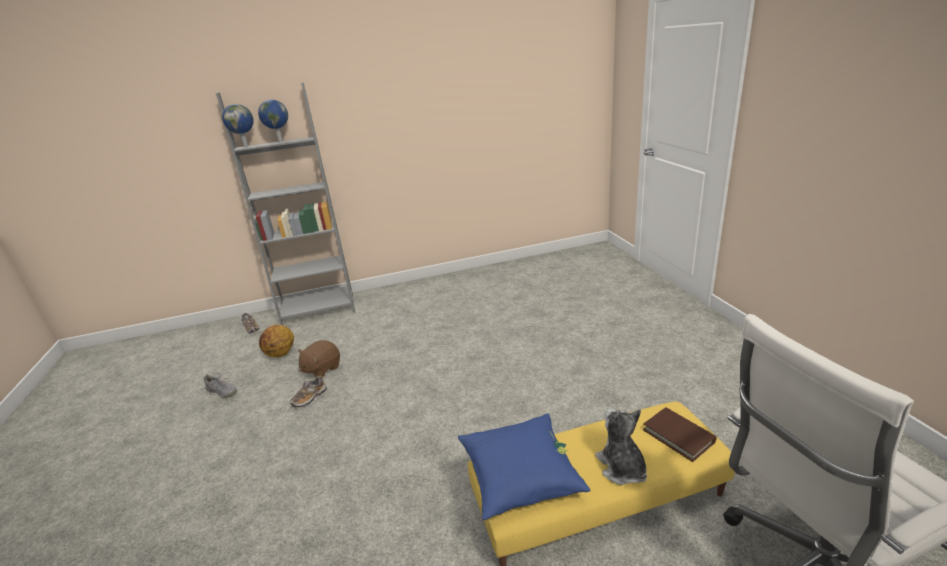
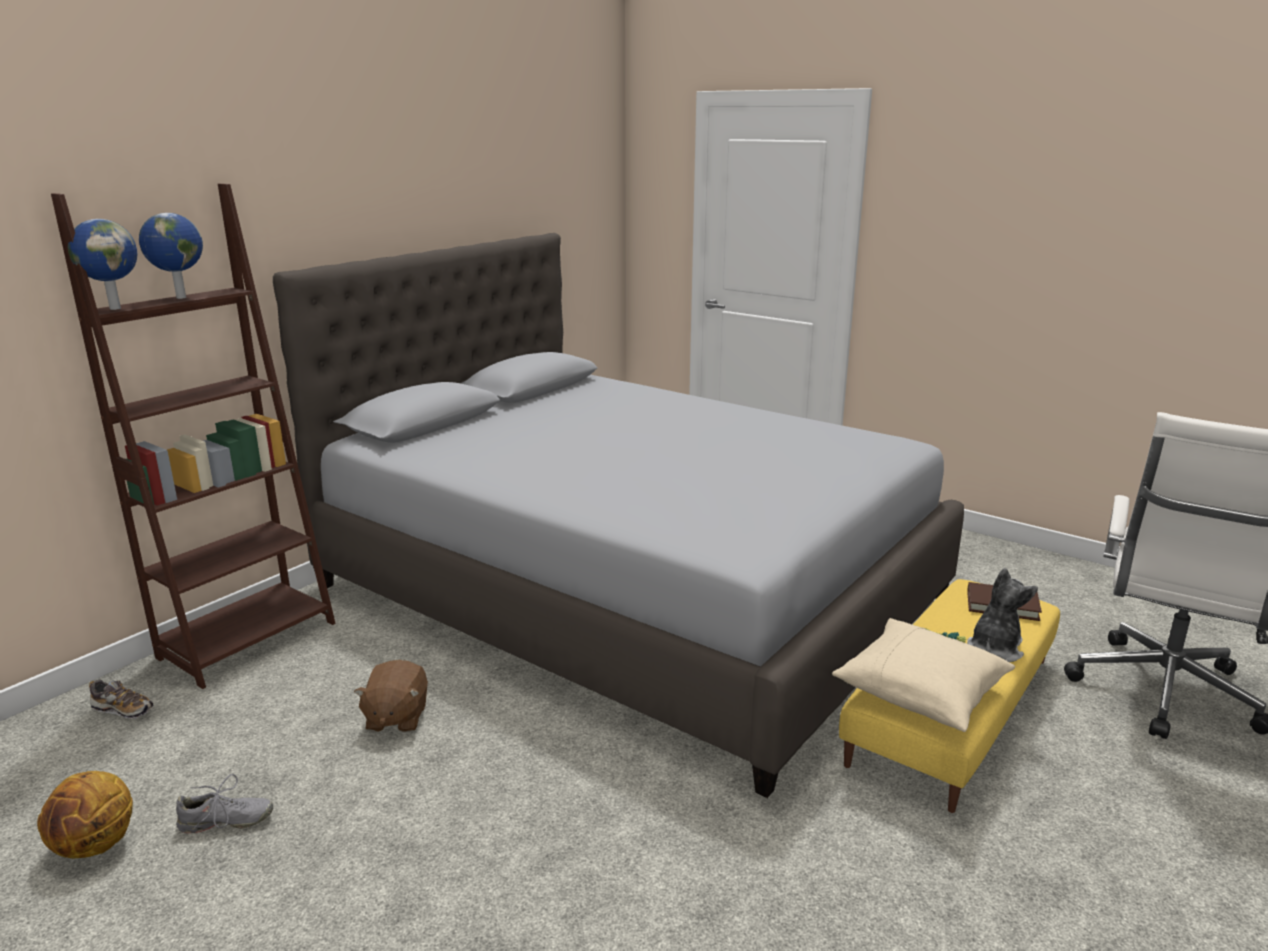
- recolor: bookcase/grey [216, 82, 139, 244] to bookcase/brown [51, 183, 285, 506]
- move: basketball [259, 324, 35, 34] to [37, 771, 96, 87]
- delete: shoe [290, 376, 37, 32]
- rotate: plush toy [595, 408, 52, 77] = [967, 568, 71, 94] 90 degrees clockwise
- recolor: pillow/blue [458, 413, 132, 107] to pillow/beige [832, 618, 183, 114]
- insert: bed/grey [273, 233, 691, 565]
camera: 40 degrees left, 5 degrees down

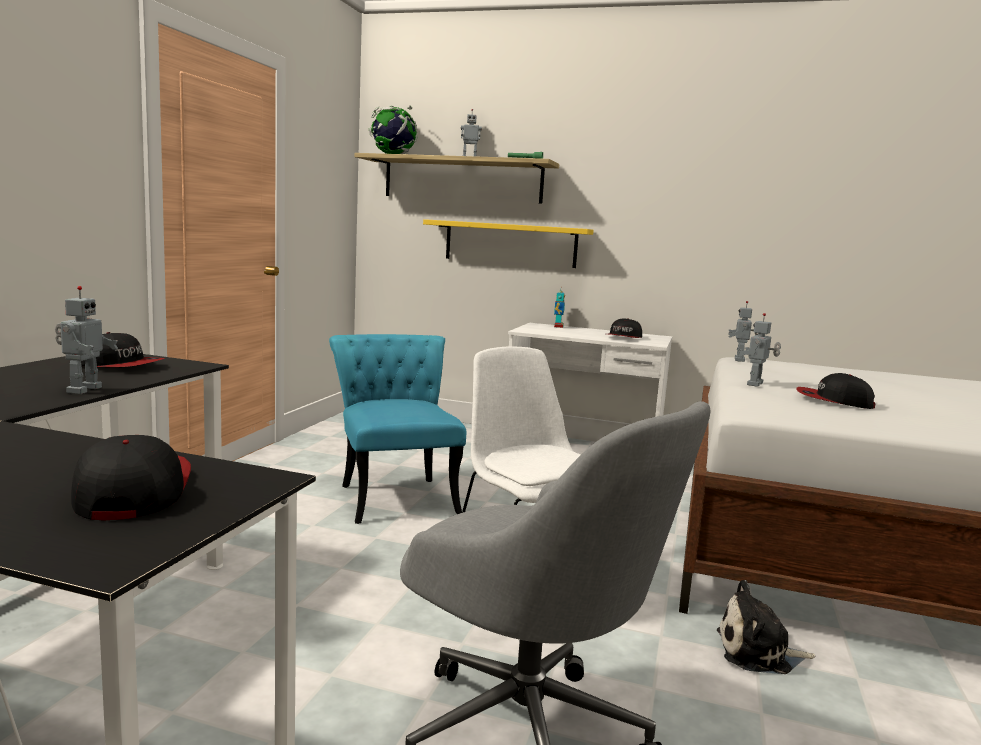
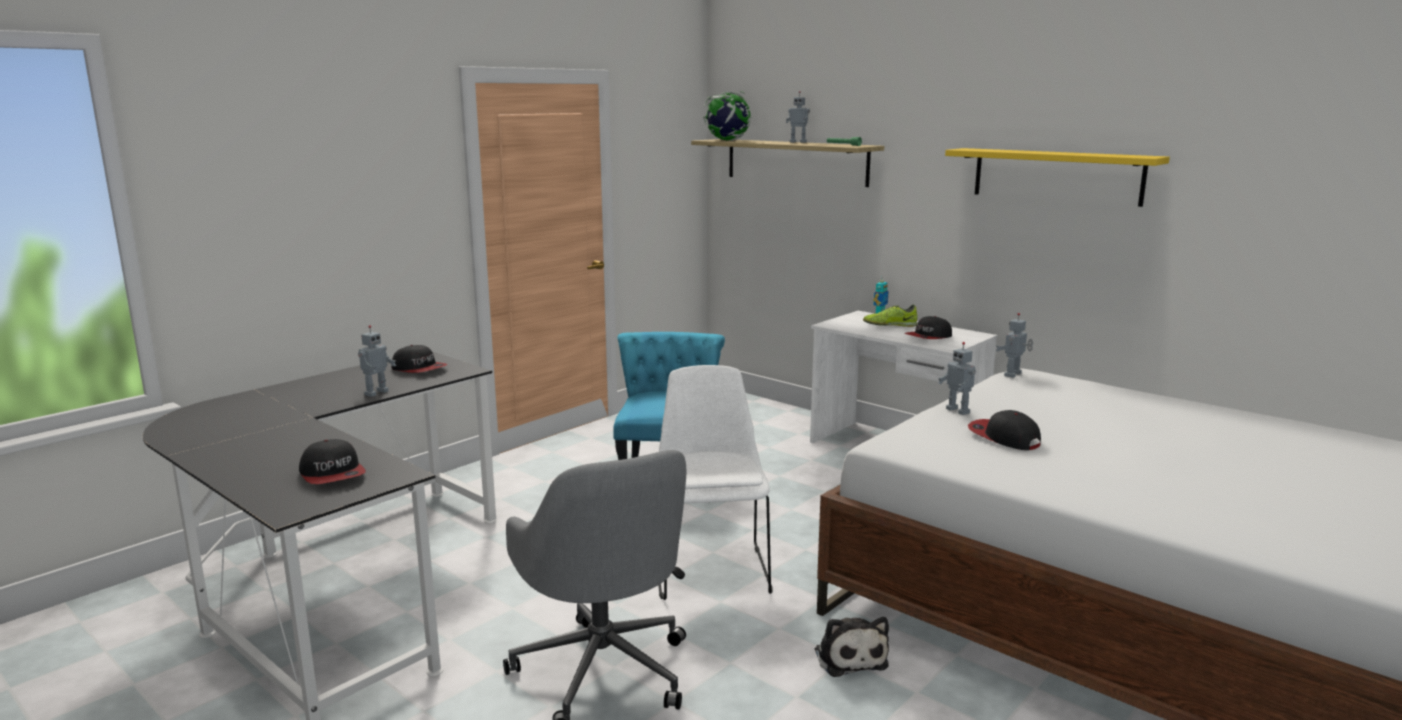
- move: shelf/yellow [423, 219, 171, 49] to [945, 148, 225, 59]
- rotate: toy robot [738, 313, 43, 74] = [938, 342, 38, 73] 90 degrees counterclockwise
- rotate: cap [71, 435, 120, 86] = [299, 439, 67, 45] 135 degrees clockwise
- rotate: plush toy [717, 580, 99, 94] = [815, 617, 74, 60] 135 degrees counterclockwise
- insert: shoe [863, 305, 54, 22]
camera: 25 degrees right, 5 degrees up

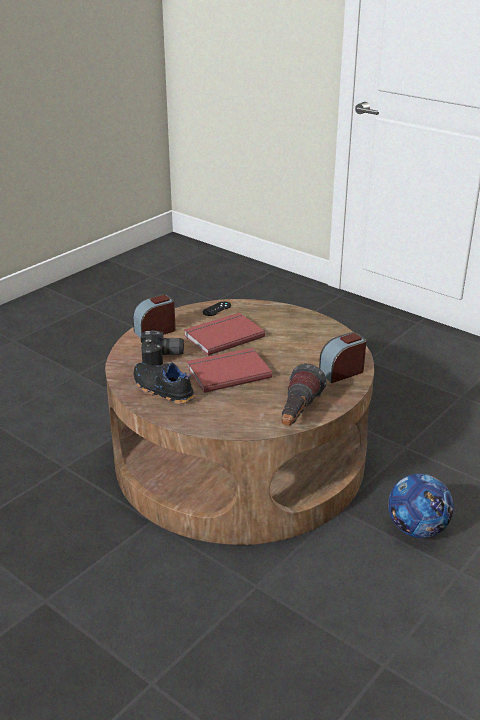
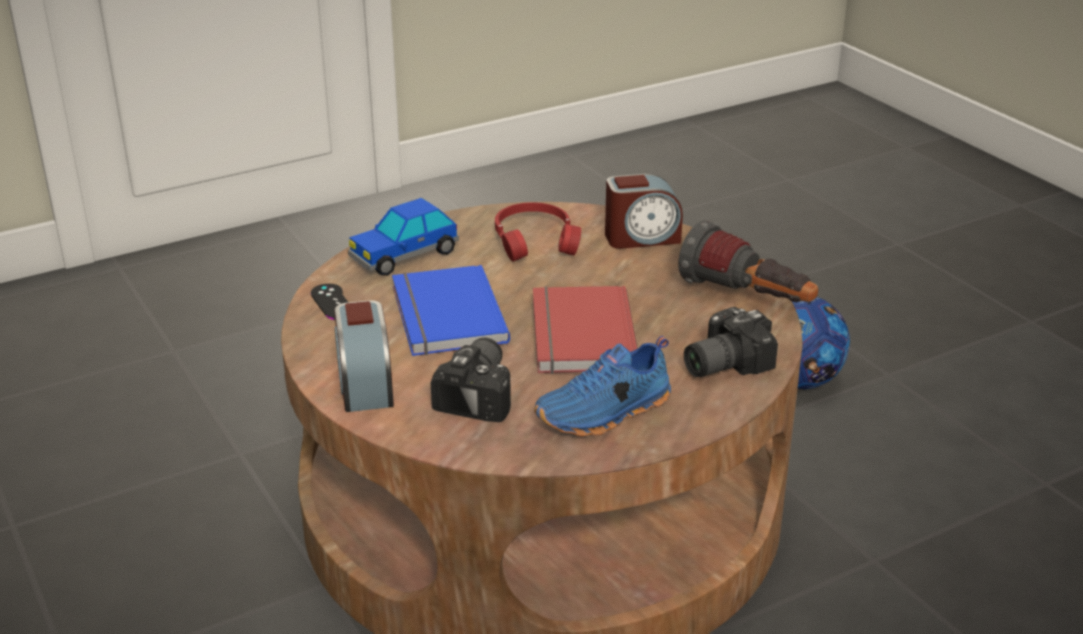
- recolor: book/red [184, 313, 81, 43] to book/blue [392, 265, 118, 91]
- rotate: alarm clock [319, 332, 47, 51] = [605, 174, 78, 75] 90 degrees counterclockwise
- recolor: shoe/black [134, 363, 61, 41] to shoe/blue [534, 336, 137, 100]
- insert: toy car [348, 198, 111, 78]
- insert: headphones/red [495, 202, 86, 60]
- insert: photo camera [684, 307, 94, 70]
camera: 70 degrees left, 0 degrees up

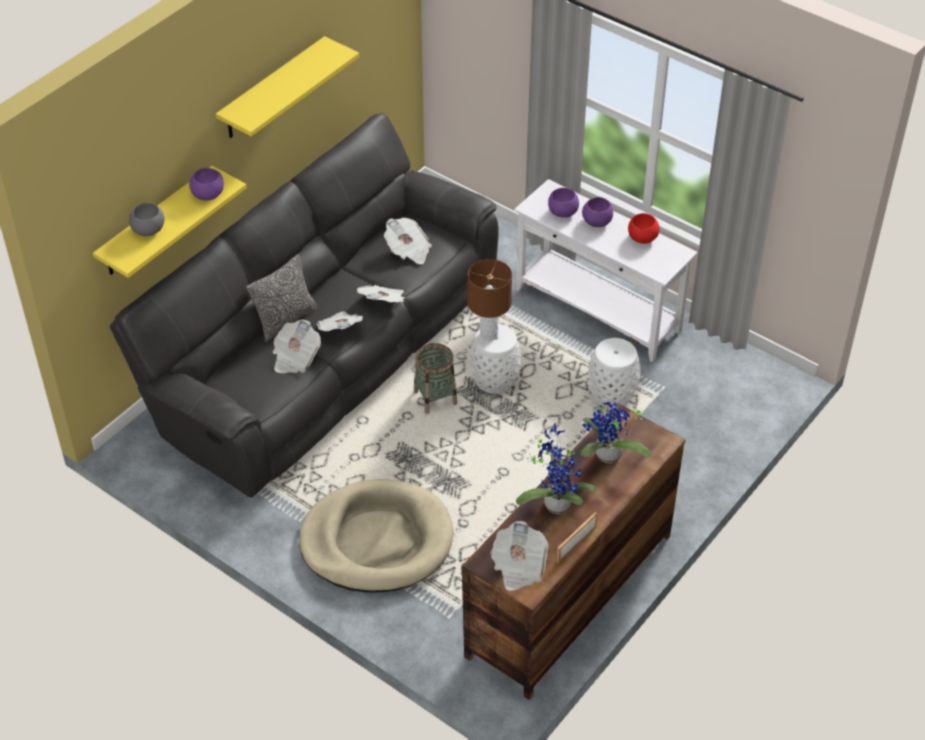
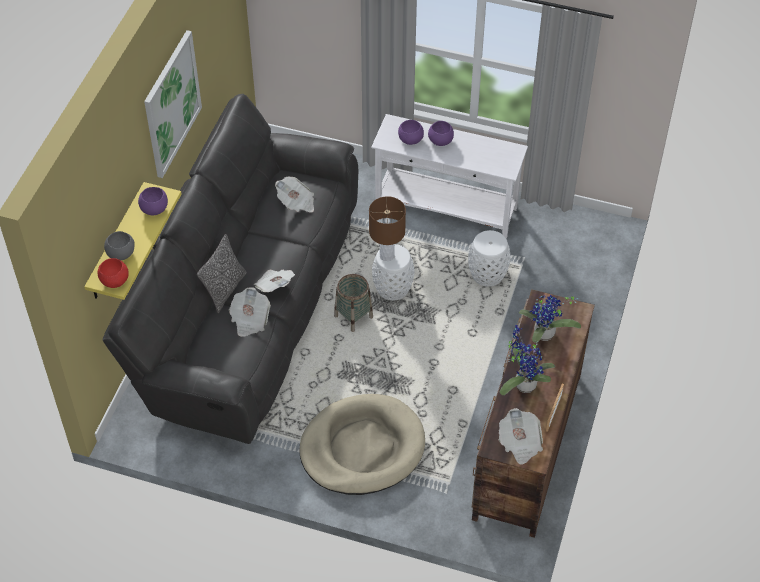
- replace: shelf/yellow [216, 36, 143, 102] to picture [144, 30, 58, 148]
- move: bowl/red [628, 213, 32, 31] to [98, 258, 31, 30]
- delete: newspaper [357, 285, 48, 17]
camera: 20 degrees left, 5 degrees up

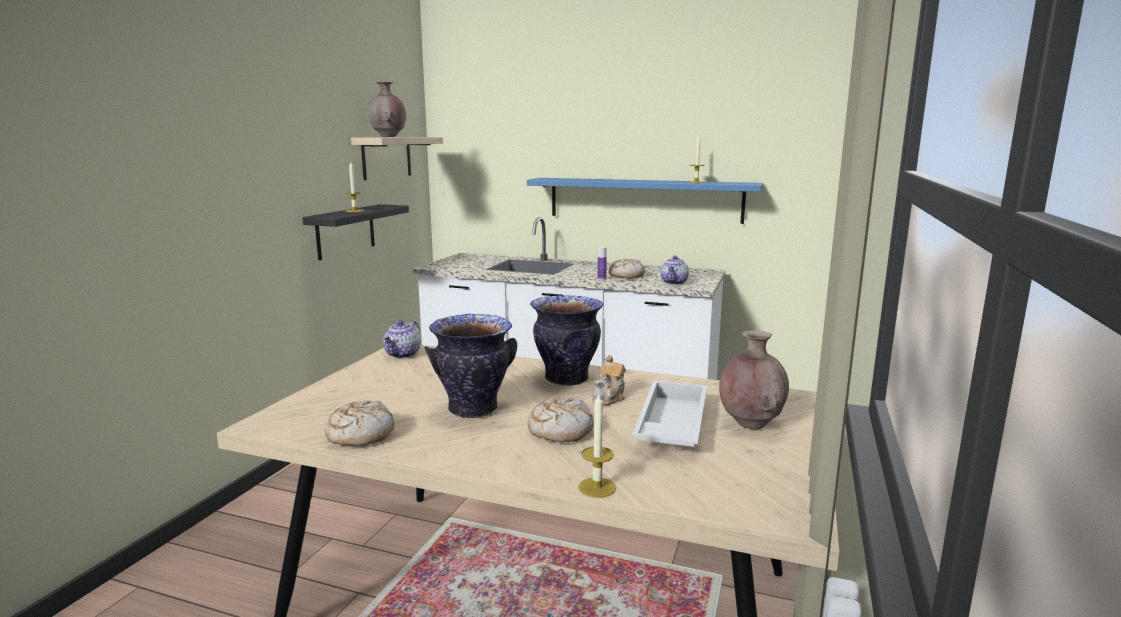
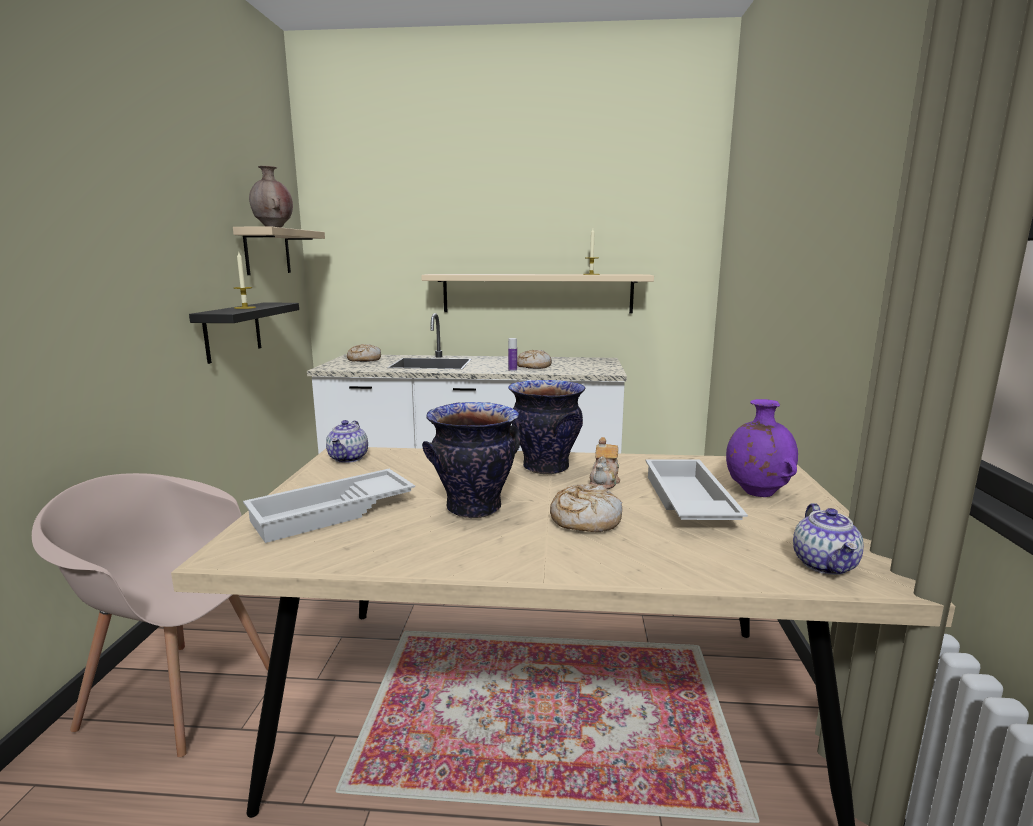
- recolor: shelf/blue [527, 178, 236, 46] to shelf/beige [421, 274, 233, 40]
- move: teapot [661, 256, 28, 29] to [793, 503, 71, 72]
- recolor: vase/brown [719, 331, 70, 98] to vase/purple [726, 399, 72, 98]
- delete: candle [578, 394, 38, 104]
- move: bread [325, 400, 70, 46] to [347, 344, 34, 18]
- insert: tray/white [243, 469, 172, 74]
- insert: chair/beige [32, 473, 238, 284]
camera: 15 degrees left, 0 degrees up

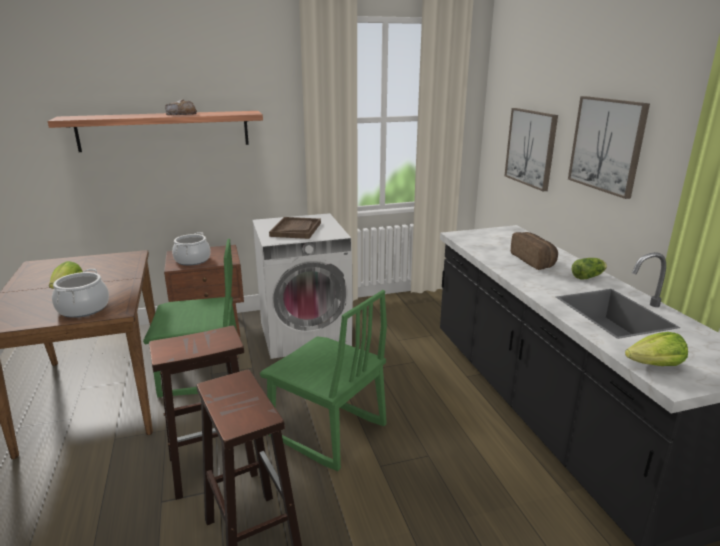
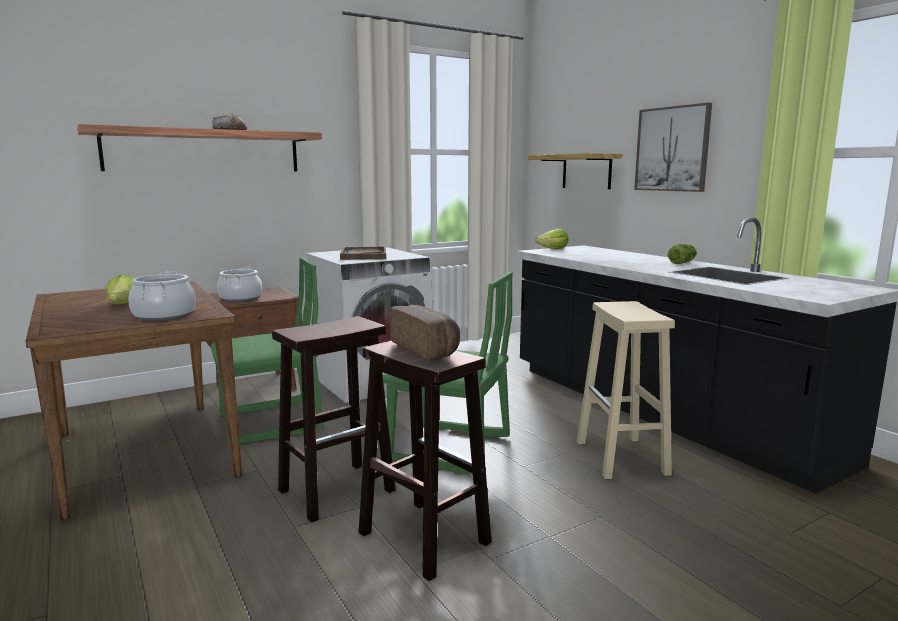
- replace: picture [504, 108, 54, 83] to shelf [528, 153, 94, 36]
- move: bread [511, 232, 47, 38] to [390, 305, 70, 56]
- move: lettuce [625, 332, 63, 34] to [535, 229, 34, 20]
- insert: stool/beige [577, 301, 98, 178]
camera: 15 degrees left, 10 degrees down

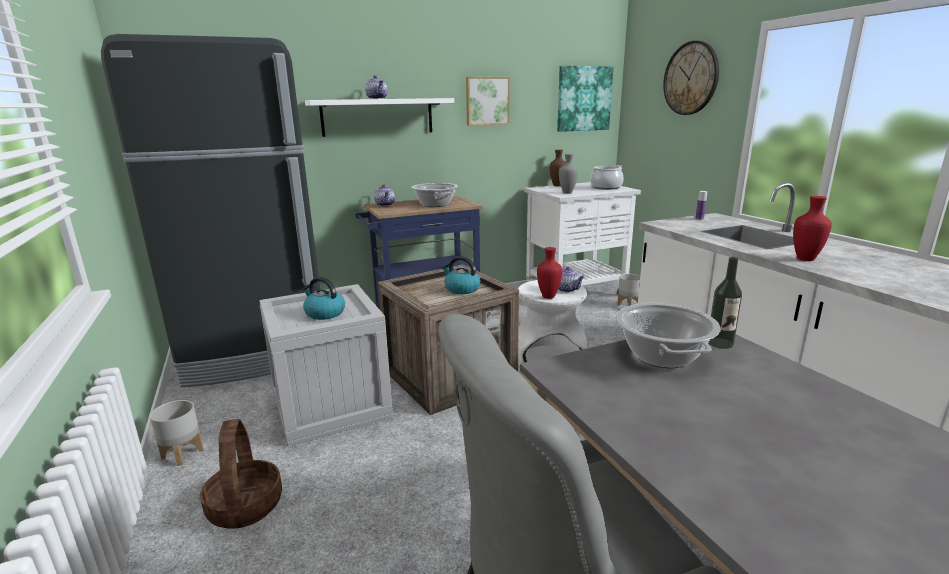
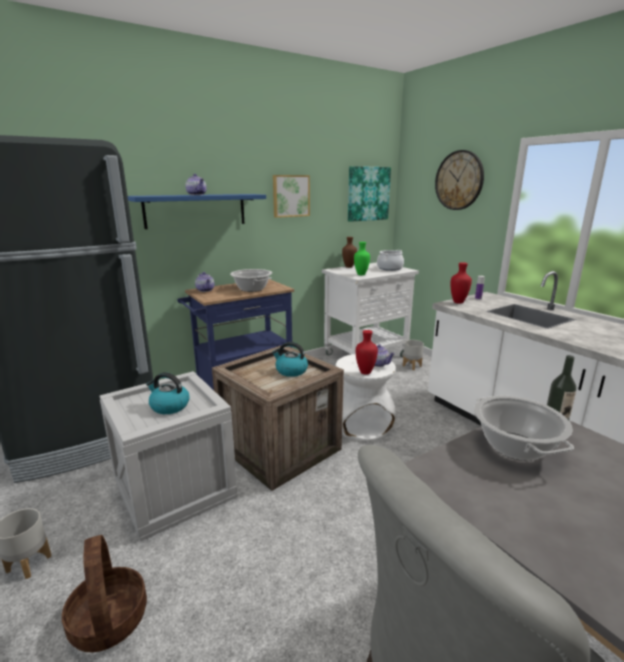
- recolor: shelf/white [305, 98, 149, 39] to shelf/blue [128, 194, 138, 35]
- recolor: vase/grey [559, 154, 19, 40] to vase/green [354, 242, 16, 33]
- move: vase/red [793, 196, 39, 65] to [451, 262, 21, 42]
camera: 10 degrees left, 0 degrees up

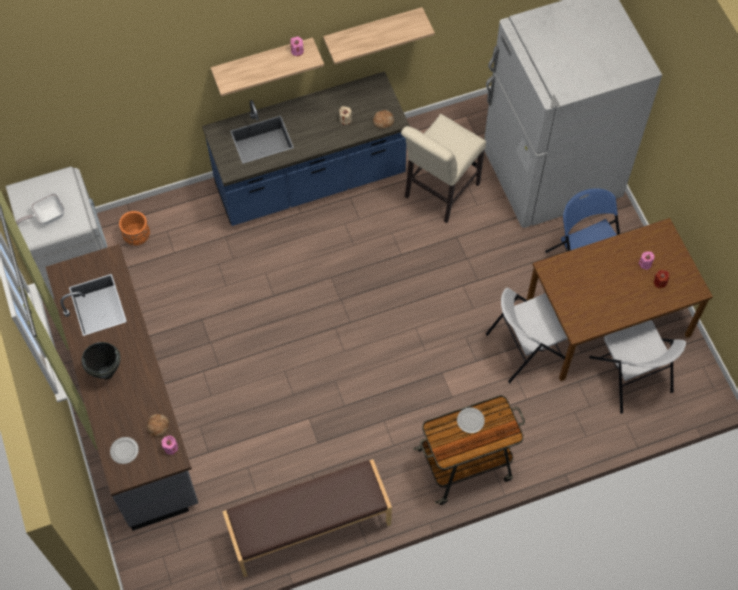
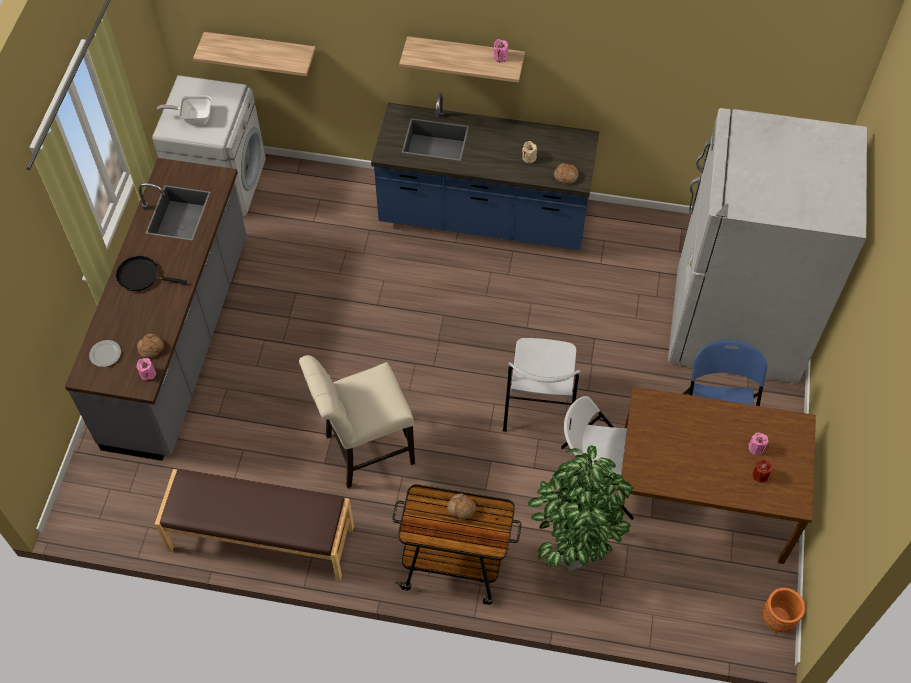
- move: shelf [323, 7, 112, 57] to [193, 32, 123, 44]
- move: stool/beige [401, 114, 85, 109] to [299, 355, 116, 133]
- move: planter/orange [119, 211, 31, 35] to [762, 588, 43, 45]
- move: chair/white [589, 320, 97, 94] to [503, 338, 78, 94]
- replace: cooking pot/black [81, 342, 40, 37] to frying pan/black [116, 256, 71, 35]
- replace: plate [457, 407, 28, 26] to bread [447, 494, 29, 25]
- insert: potted plant [528, 445, 106, 126]
camera: 30 degrees right, 5 degrees down

